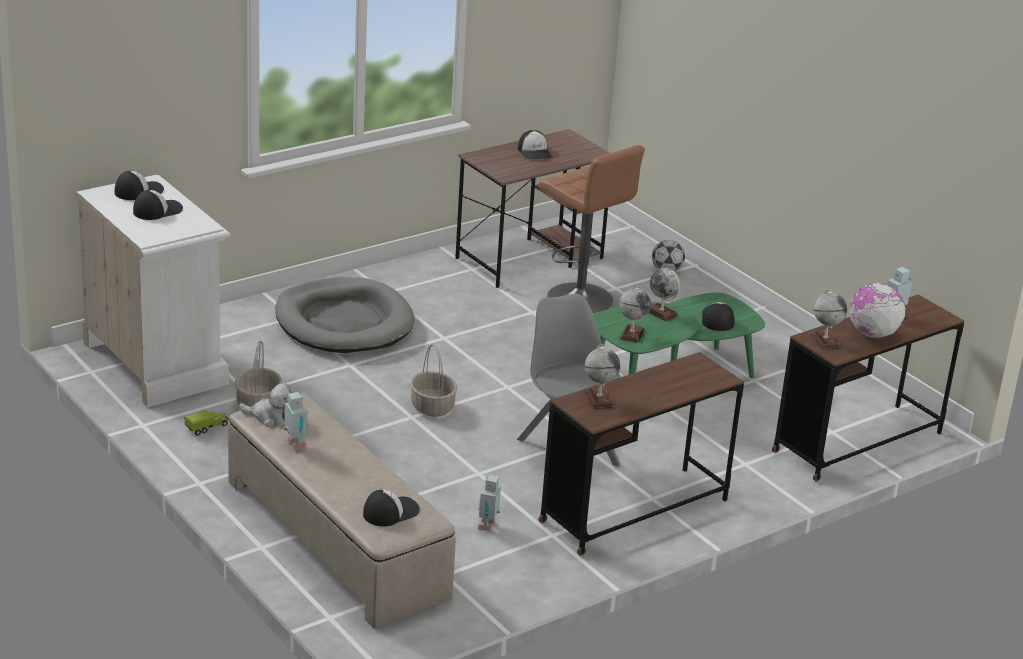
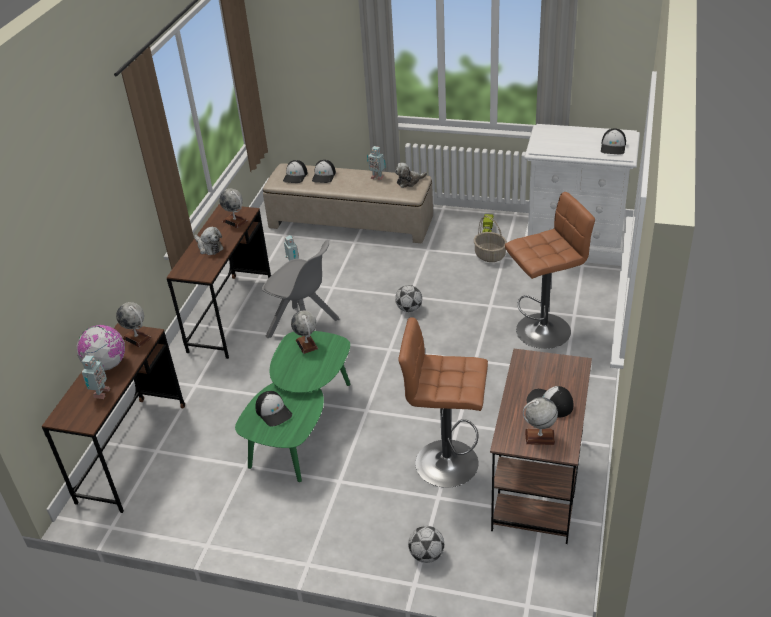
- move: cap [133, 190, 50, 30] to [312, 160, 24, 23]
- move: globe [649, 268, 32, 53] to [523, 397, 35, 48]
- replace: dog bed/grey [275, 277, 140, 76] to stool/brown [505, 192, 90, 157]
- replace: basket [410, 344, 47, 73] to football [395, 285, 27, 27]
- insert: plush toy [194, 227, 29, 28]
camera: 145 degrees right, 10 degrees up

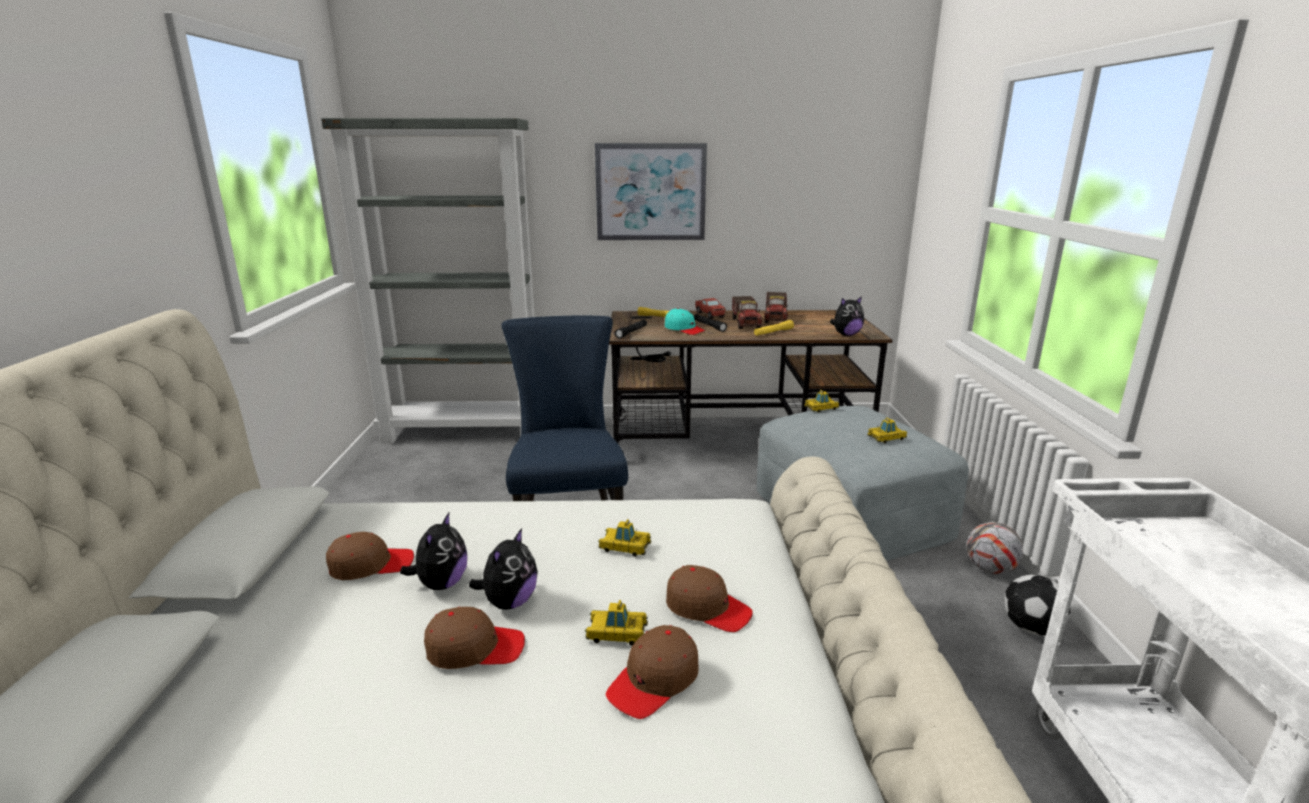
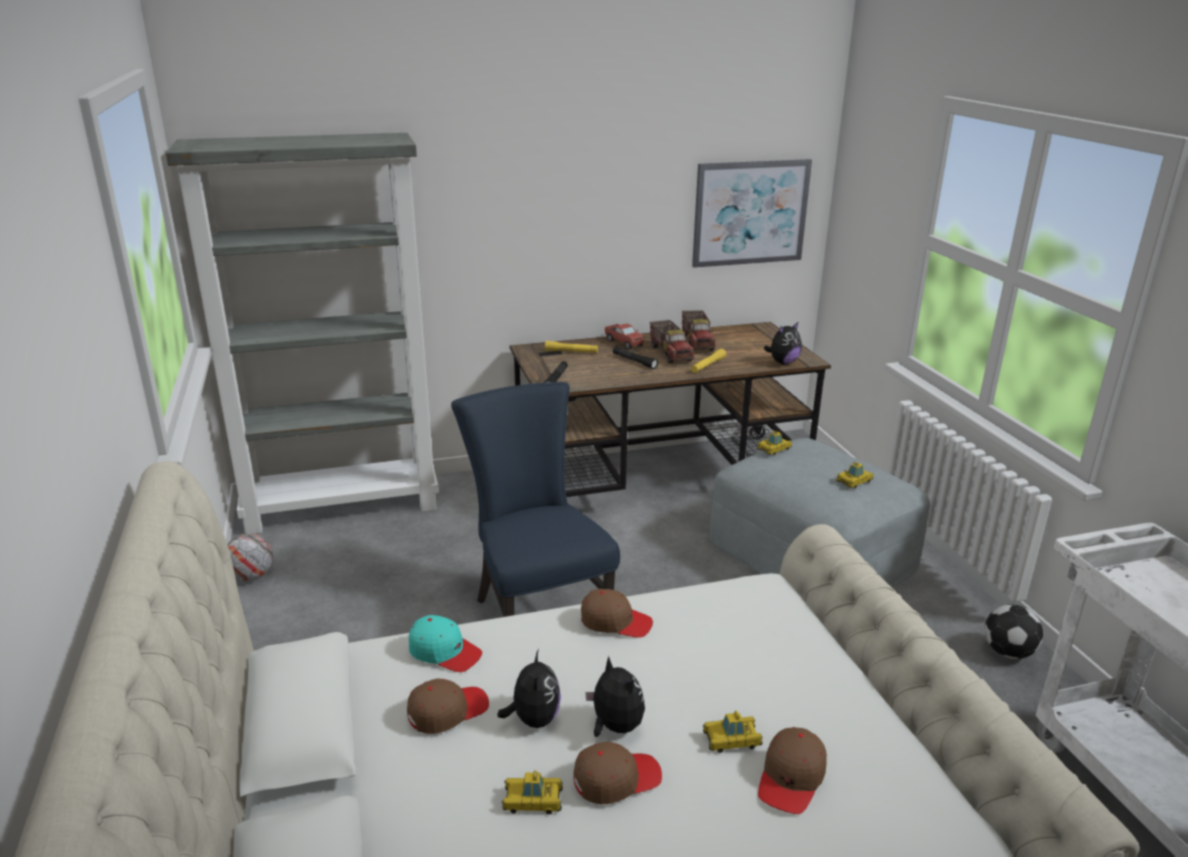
- move: picture [595, 143, 112, 97] to [692, 159, 120, 109]
- move: cap/turquoise [665, 308, 41, 27] to [409, 615, 73, 57]
- move: toy car [598, 519, 53, 38] to [502, 770, 61, 44]
- move: football [967, 522, 56, 52] to [227, 533, 46, 48]
- rotate: plush toy [469, 528, 69, 82] = [585, 656, 60, 81] 45 degrees counterclockwise
- move: cap/brown [666, 565, 87, 67] to [581, 589, 72, 49]
camera: 15 degrees left, 5 degrees up

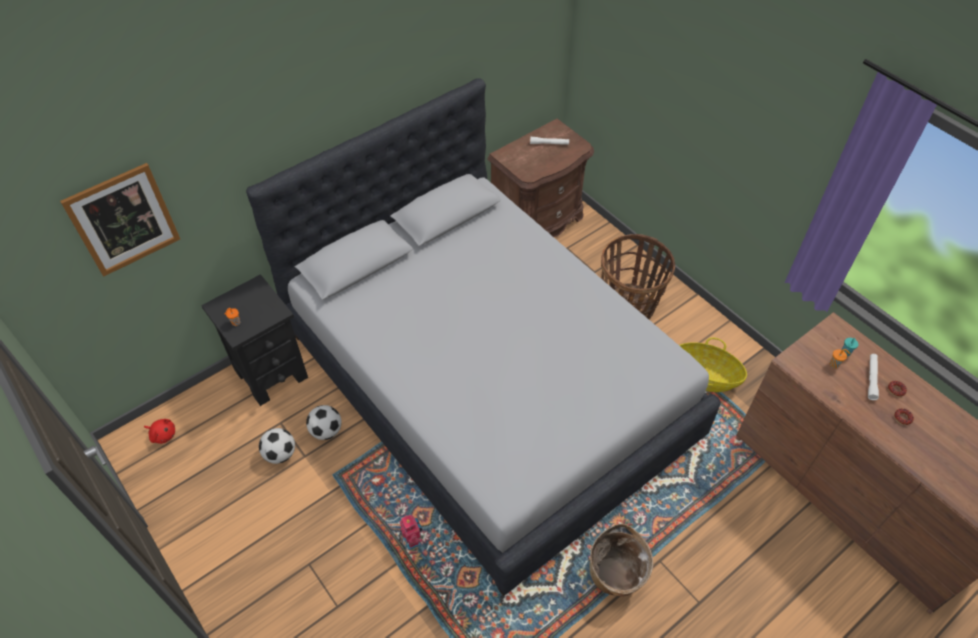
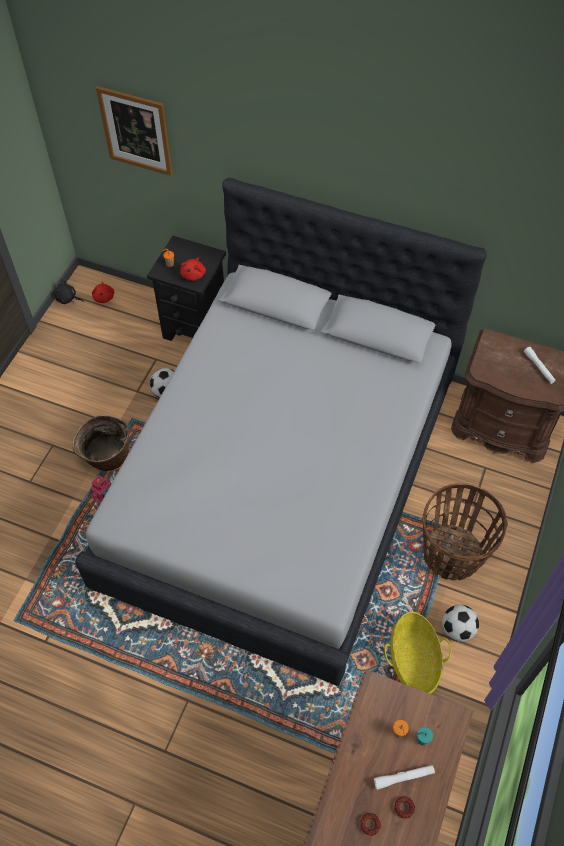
- move: football [259, 428, 36, 36] to [442, 604, 37, 38]
- move: basket [589, 524, 65, 73] to [72, 416, 57, 55]
- insert: plush toy/red [180, 257, 26, 24]
- insert: plush toy/black [54, 279, 30, 25]
camera: 60 degrees right, 5 degrees up

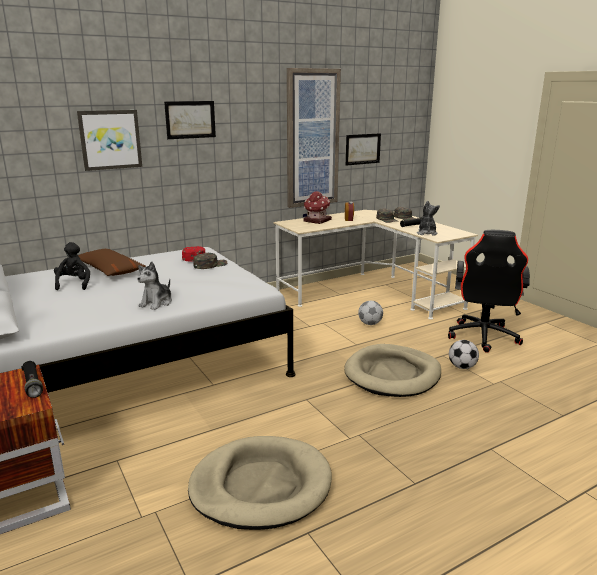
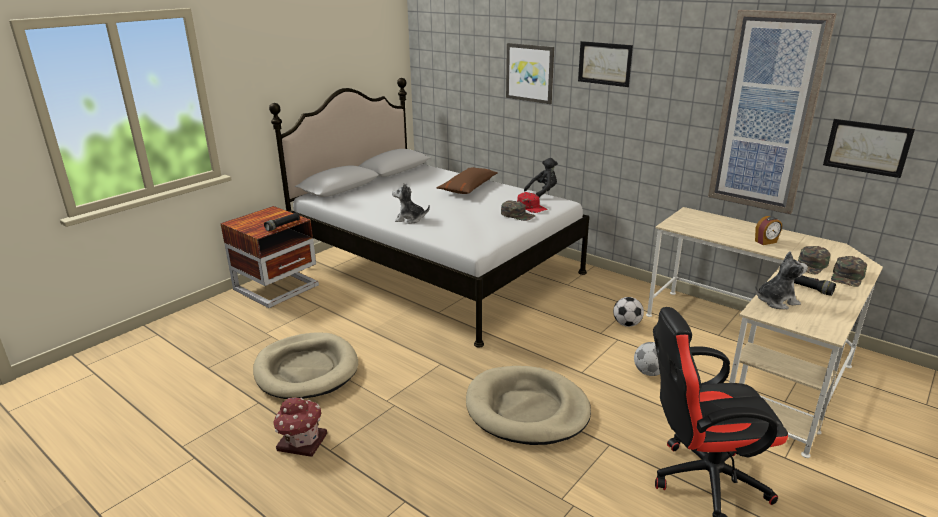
- move: toy house [303, 191, 29, 33] to [273, 397, 54, 60]
- move: plush toy/black [54, 242, 36, 48] to [524, 158, 34, 40]
- move: football [449, 340, 30, 29] to [613, 297, 31, 30]
camera: 70 degrees right, 5 degrees up

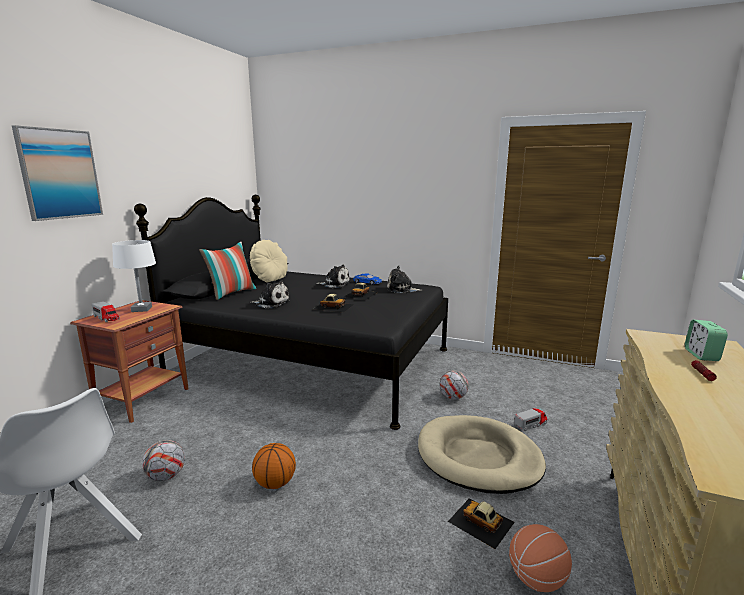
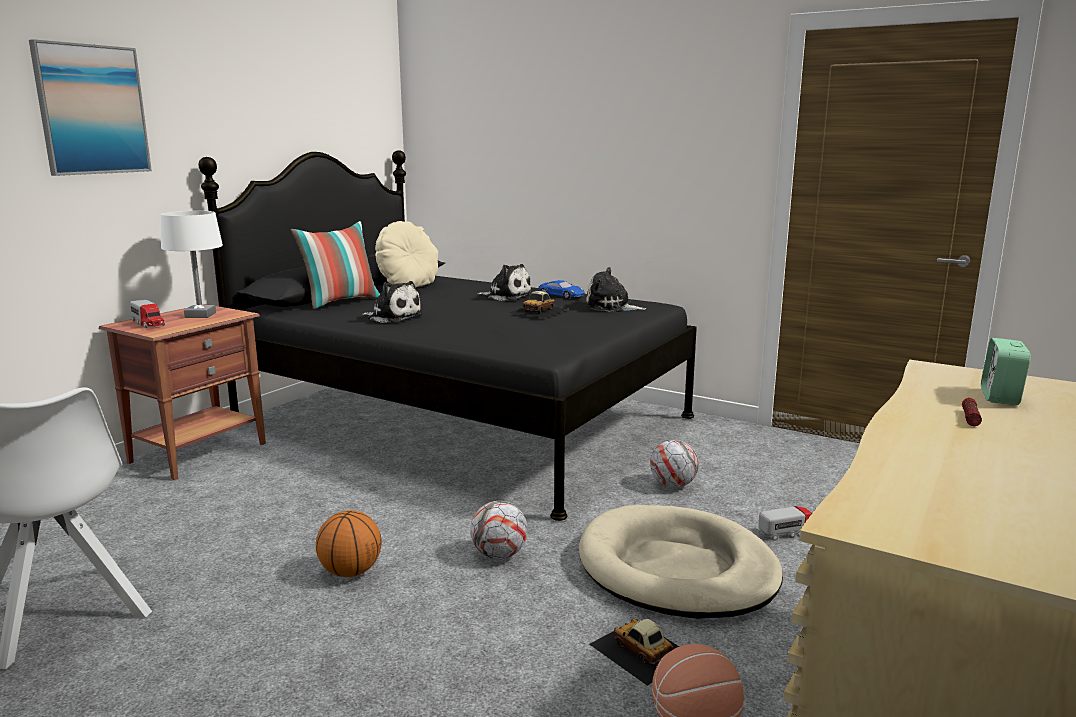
- delete: toy car [313, 294, 41, 19]
- move: football [142, 440, 43, 41] to [470, 501, 58, 58]
camera: 10 degrees right, 0 degrees up

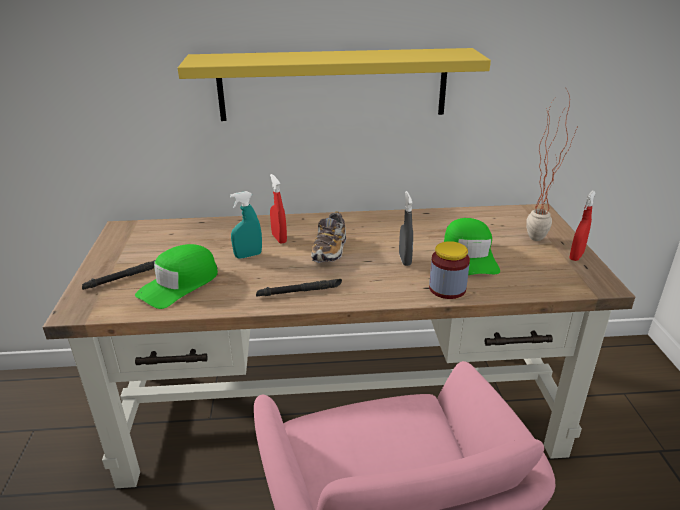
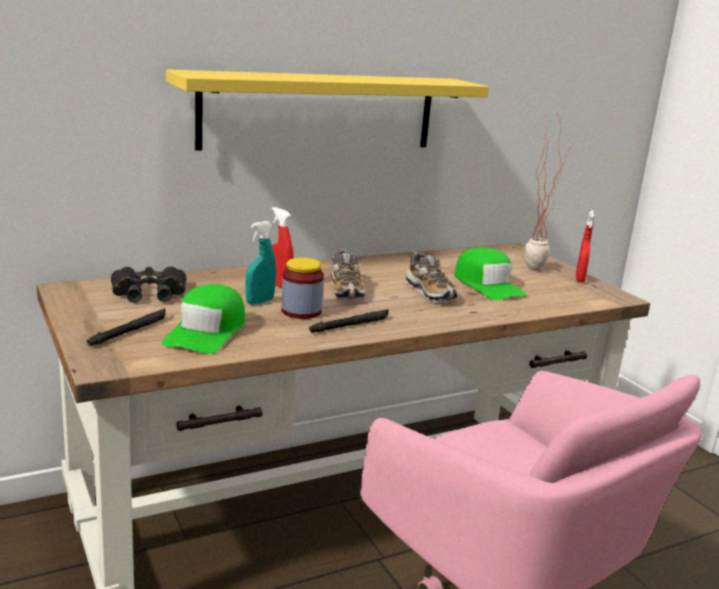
- replace: spray bottle/grey [399, 191, 14, 75] to shoe [406, 252, 52, 51]
- move: jar [429, 241, 41, 58] to [281, 258, 43, 61]
- insert: binoculars/black [111, 266, 75, 37]
camera: 25 degrees left, 10 degrees down

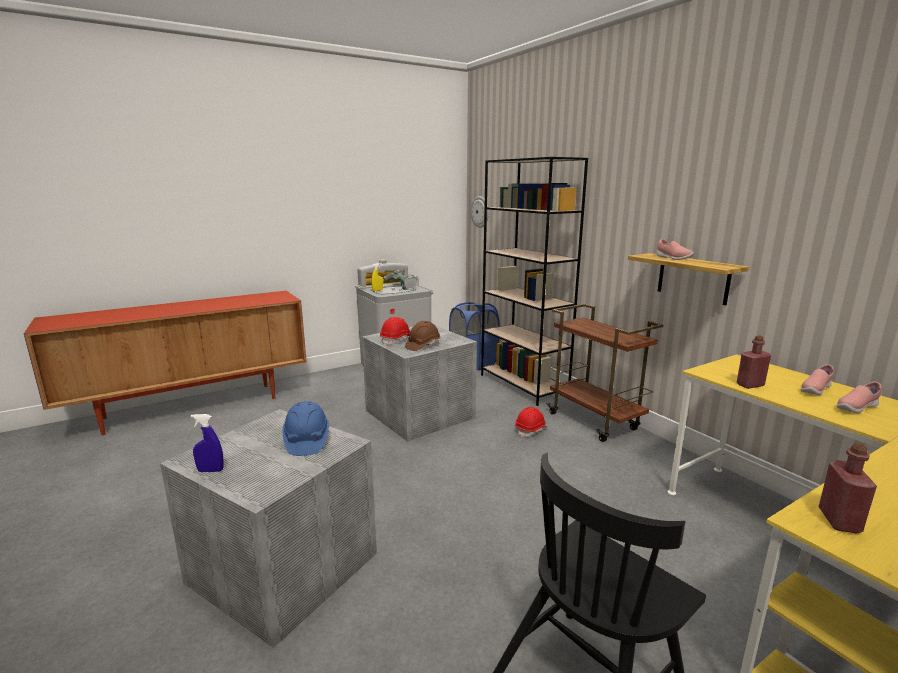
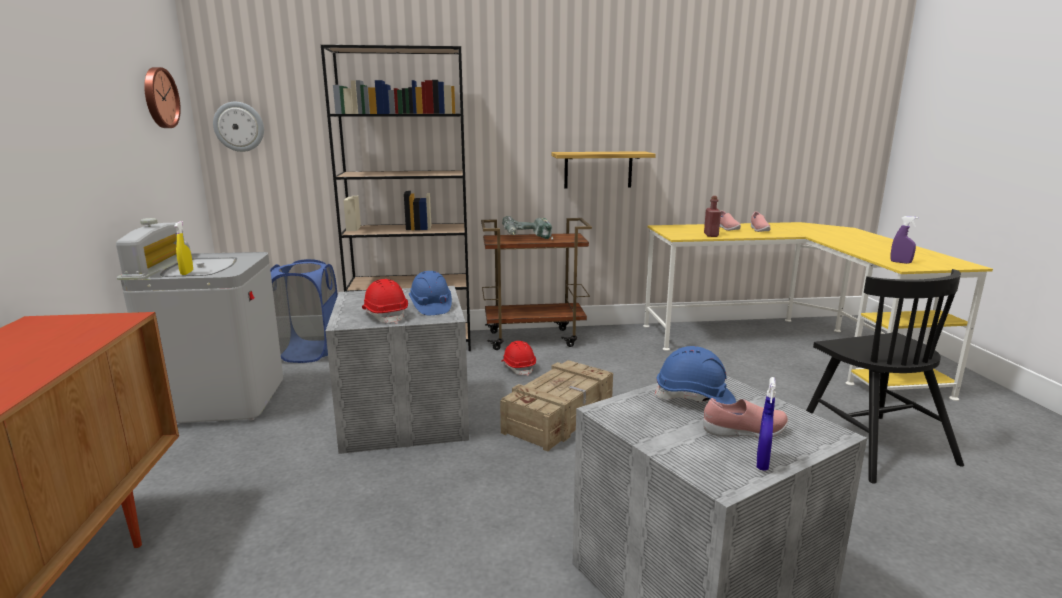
- move: shoe/pink [656, 239, 38, 21] to [703, 398, 85, 40]
- move: power drill [383, 270, 33, 20] to [502, 216, 51, 24]
- recolor: hard hat/brown [405, 321, 35, 30] to hard hat/blue [409, 271, 43, 44]
- replace: bottle/red [819, 443, 58, 91] to spray bottle/purple [891, 216, 27, 48]
- insert: wall clock [144, 67, 37, 61]
- insert: crate [500, 360, 113, 92]
camera: 65 degrees left, 0 degrees up

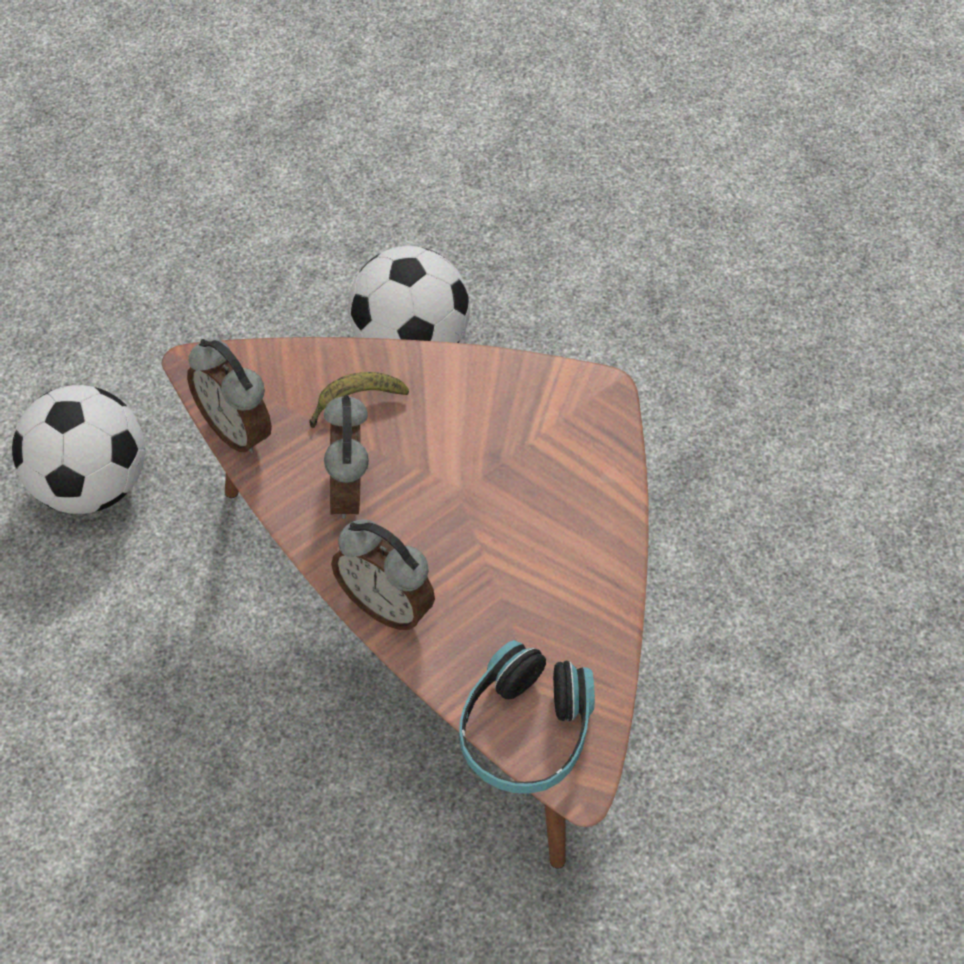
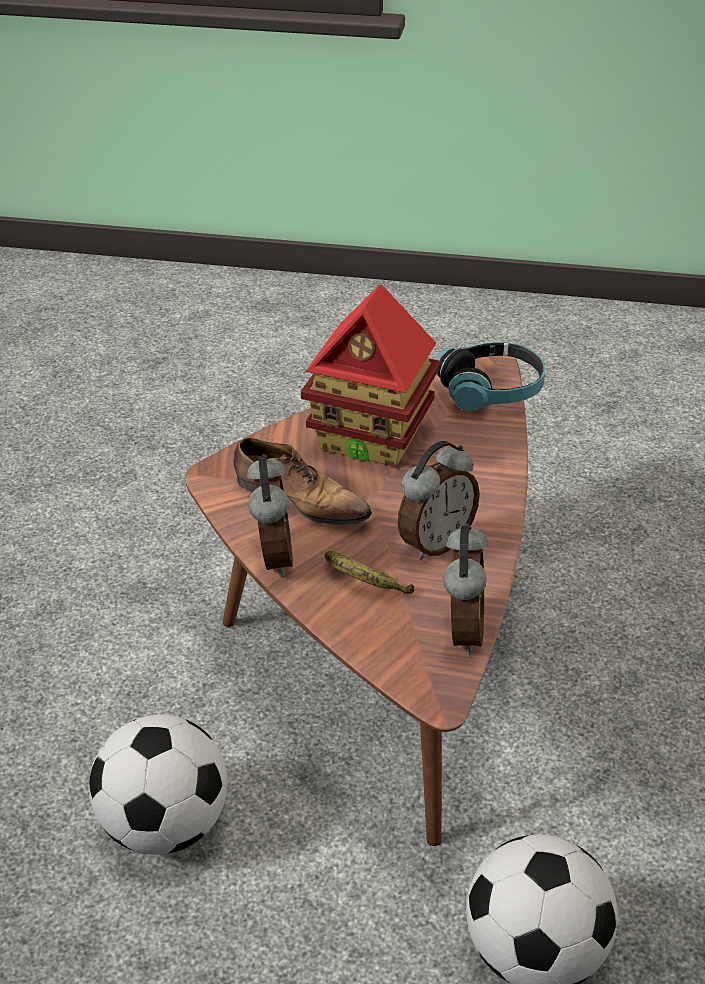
- move: alarm clock [331, 519, 104, 111] to [247, 454, 46, 123]
- insert: toy house [301, 284, 139, 183]
- insert: shoe [234, 438, 138, 87]
camera: 130 degrees left, 20 degrees down

